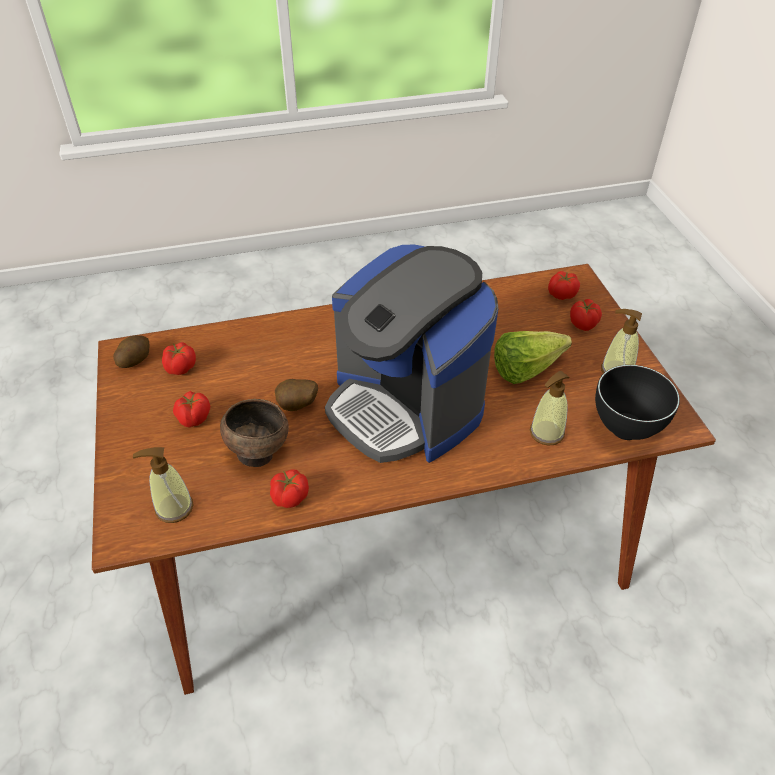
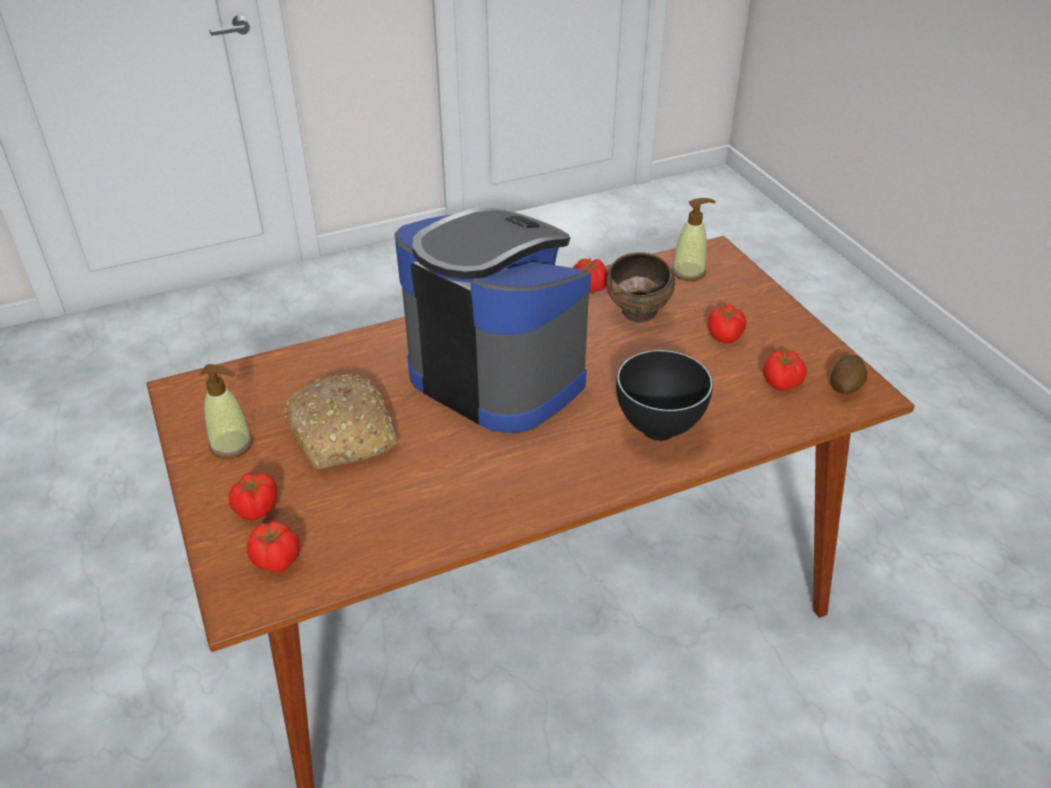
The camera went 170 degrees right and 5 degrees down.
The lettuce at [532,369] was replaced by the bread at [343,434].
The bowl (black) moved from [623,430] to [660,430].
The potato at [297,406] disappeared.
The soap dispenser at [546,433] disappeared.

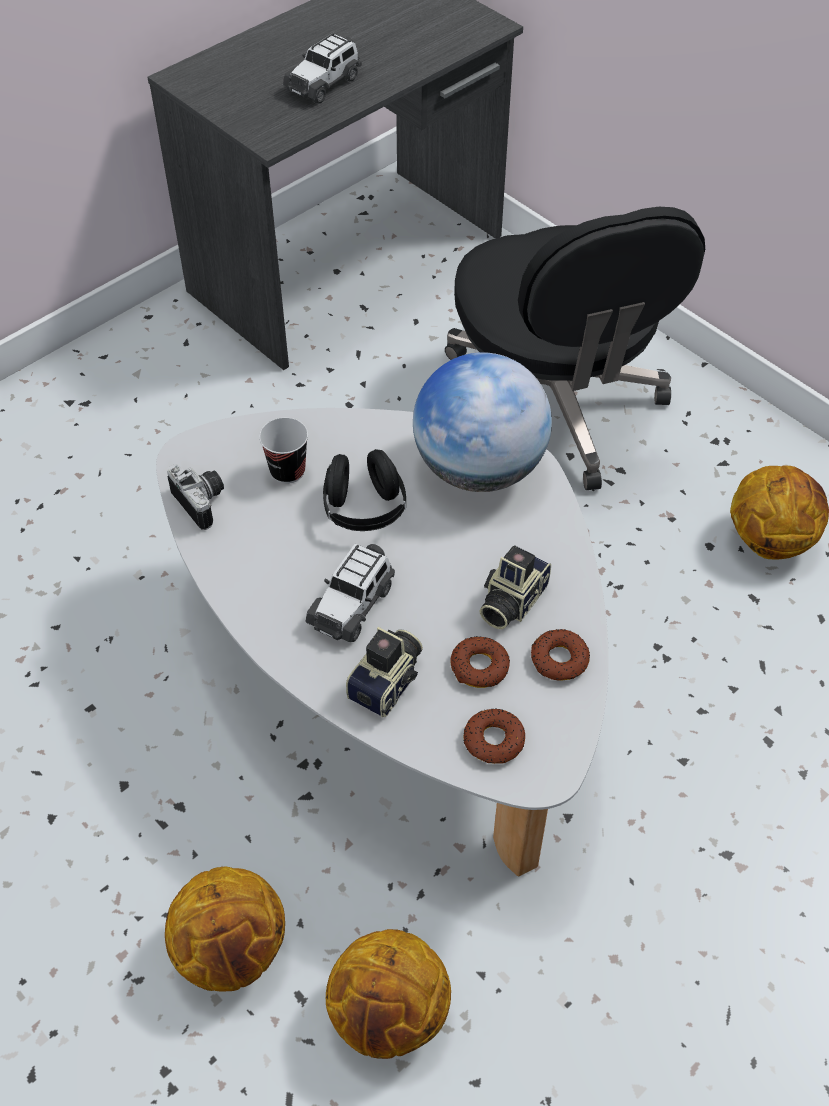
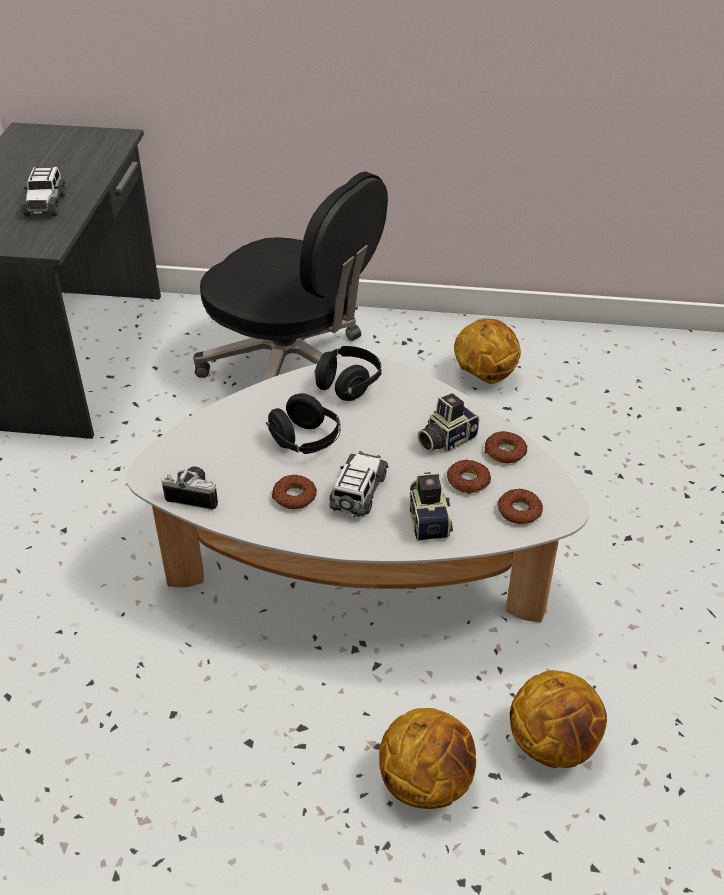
The camera went 40 degrees left and 10 degrees down.
The donut at [294,497] appeared.
The globe at [479,468] was replaced by the headphones (black) at [348,385].
The toy car at [352,604] turned 150 degrees counterclockwise.
The photo camera at [510,601] turned 60 degrees clockwise.
The cup at [287,471] disappeared.

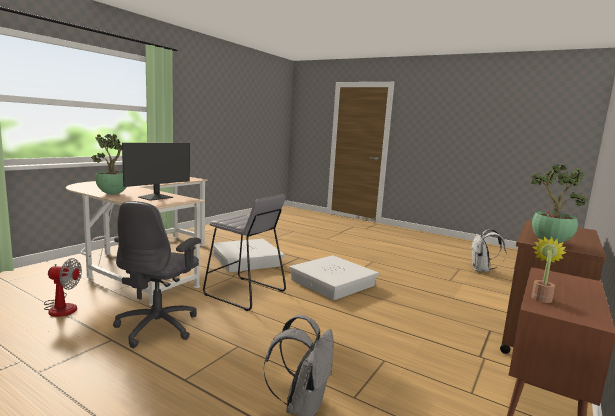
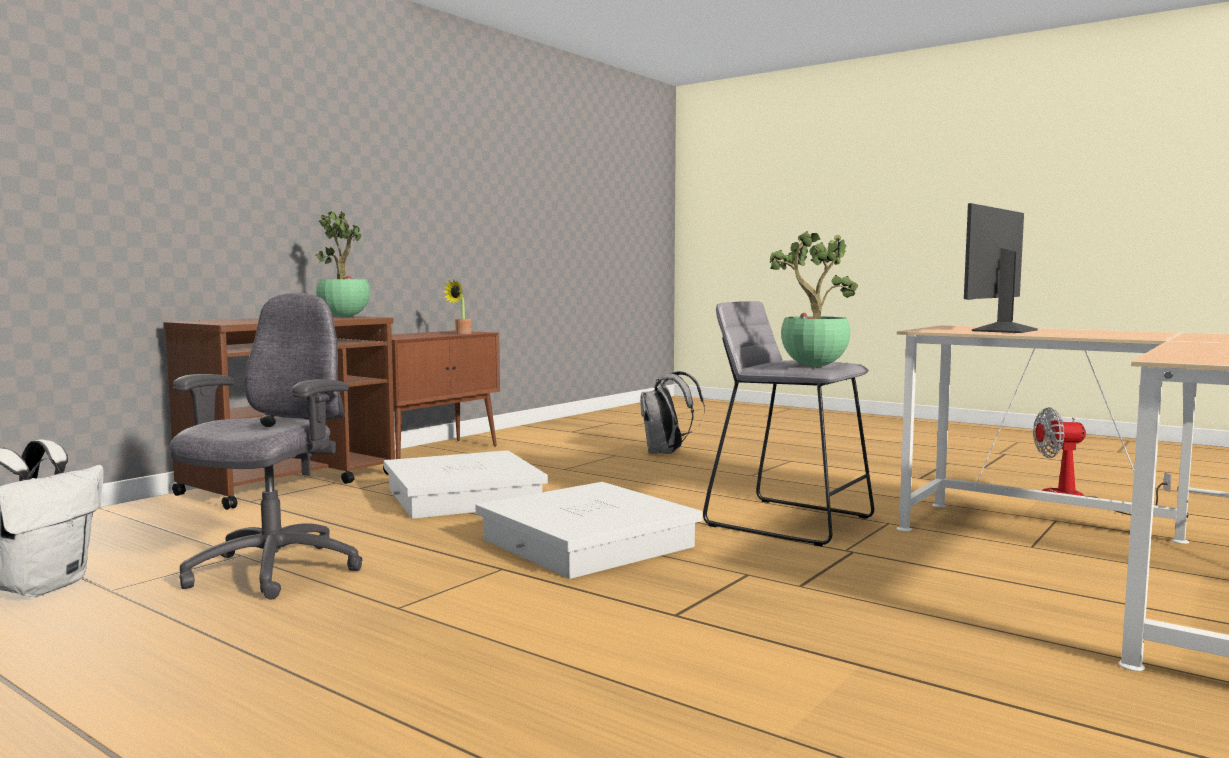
The camera went 175 degrees left and 5 degrees down.
The office chair (grey) moved from [158,326] to [271,571].
The storage box (white) moved from [246,260] to [462,496].
The potted plant moved from [114,194] to [812,366].

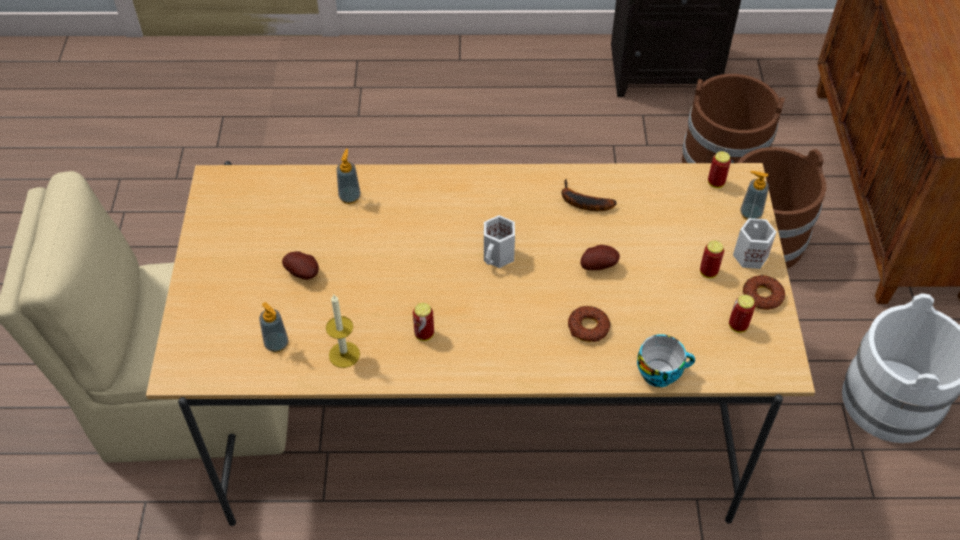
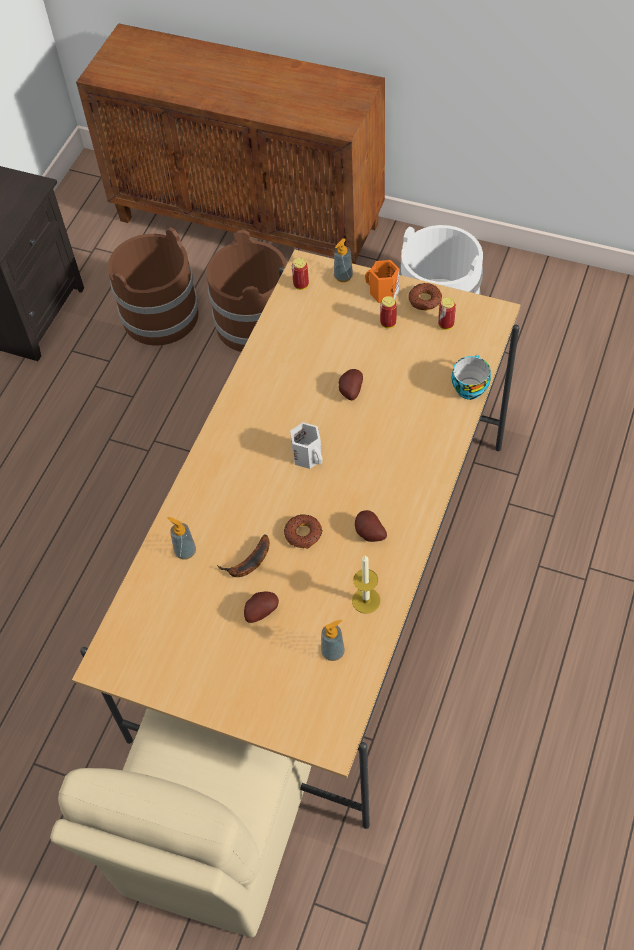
The camera went 65 degrees left and 5 degrees up.
The banana moved from [582,202] to [248,563].
The donut moved from [588,327] to [303,534].
The can at [424,334] was replaced by the potato at [369,534].
The mug (white) at [749,255] became the mug (orange) at [382,293].

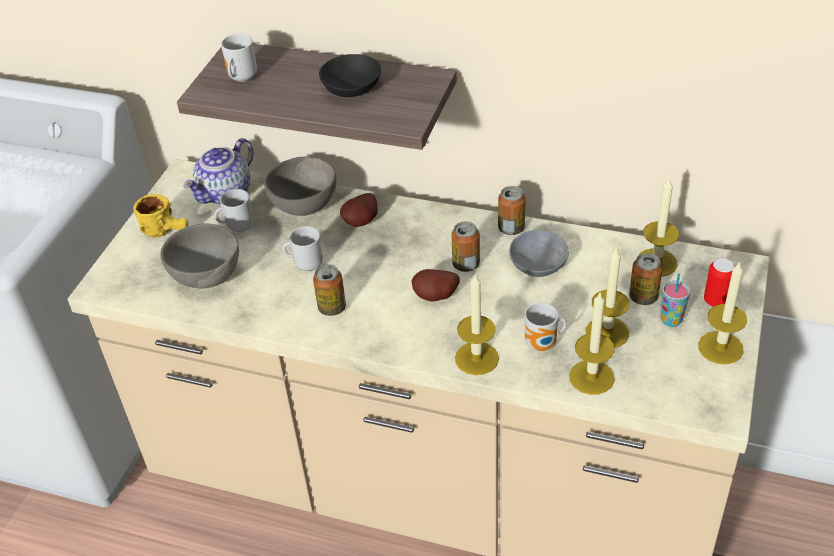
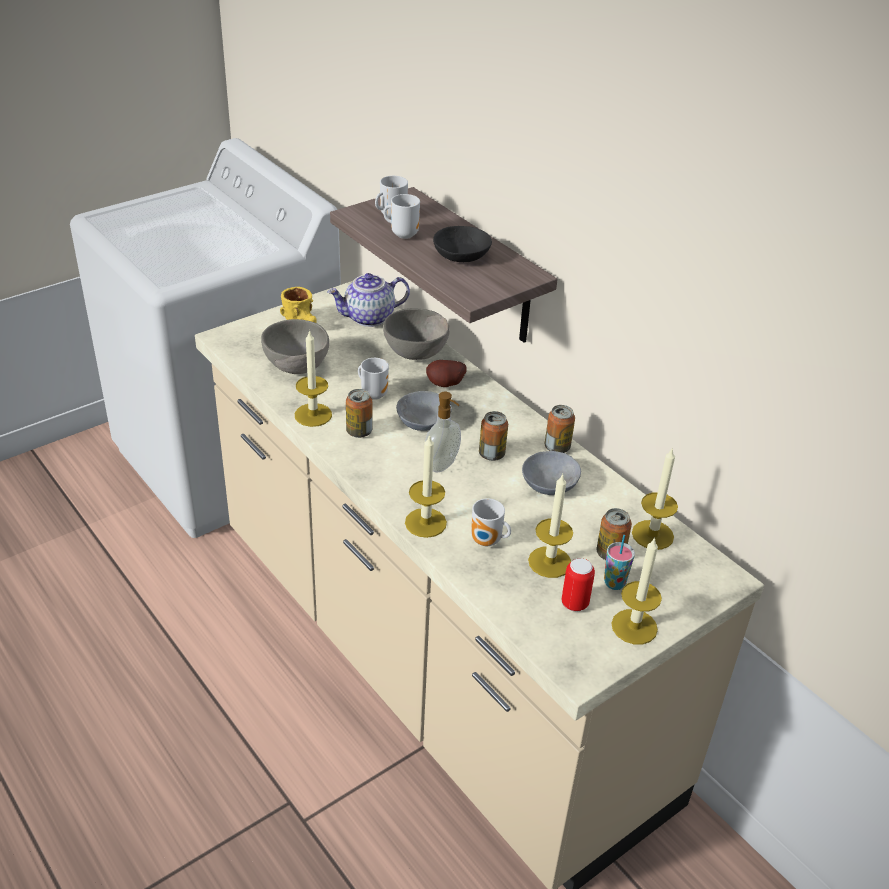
The camera went 30 degrees right and 5 degrees down.
The candle moved from [591,377] to [313,415].
The mug moved from [238,227] to [403,234].
The bowl (grey) at [424,422] appeared.
The potato at [436,297] was replaced by the soap dispenser at [442,465].
The can moved from [716,301] to [574,603].

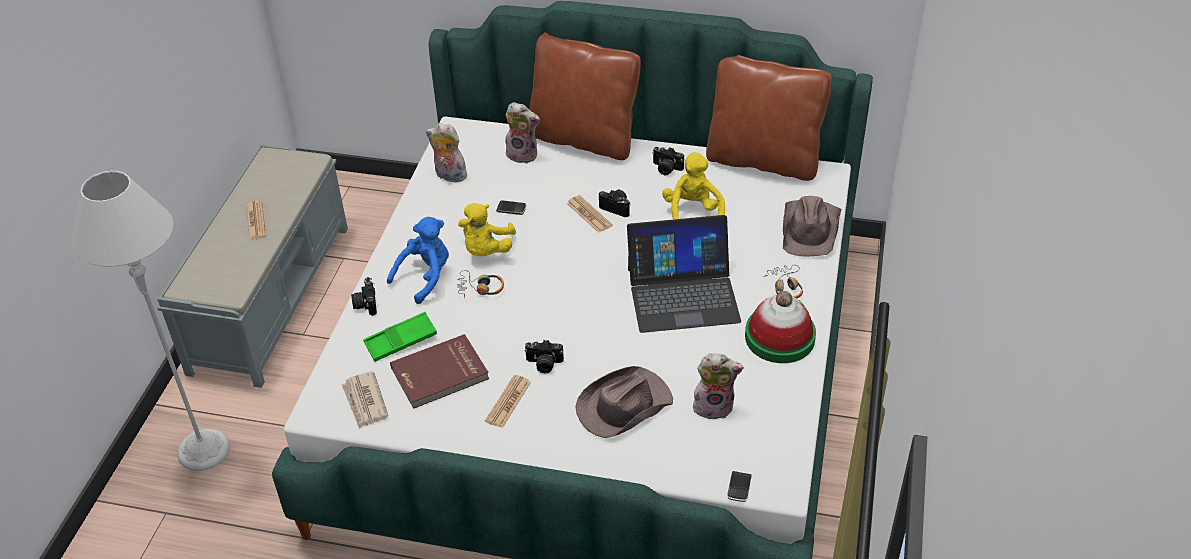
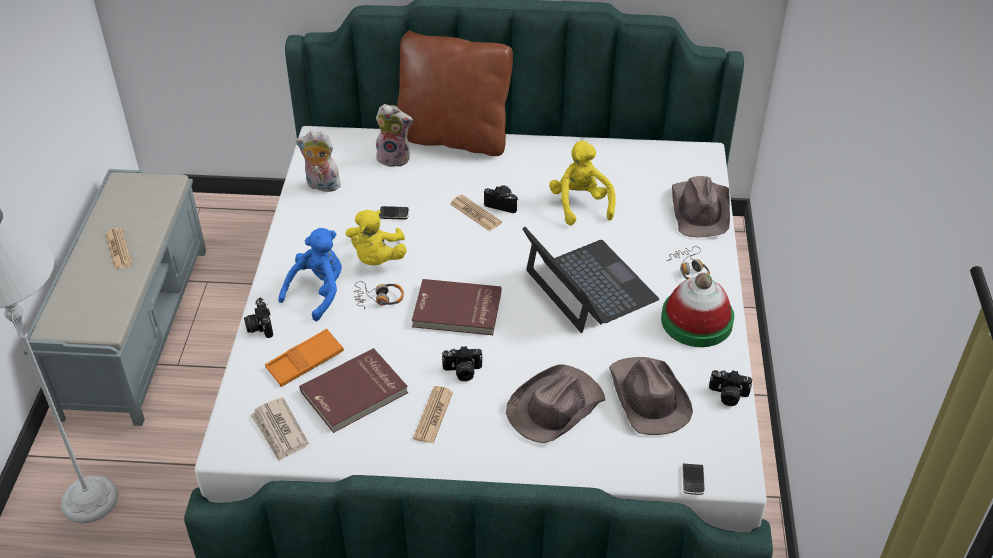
The camera went 10 degrees left and 0 degrees up.
The tray (green) at [401,341] became the tray (orange) at [305,362].
The book (red) at [457,311] appeared.
The laptop at [683,294] turned 105 degrees counterclockwise.
The plush toy at [714,406] was replaced by the hat (brown) at [647,398].
The photo camera moved from [666,169] to [727,396].
The pillow (brown) at [763,160] disappeared.

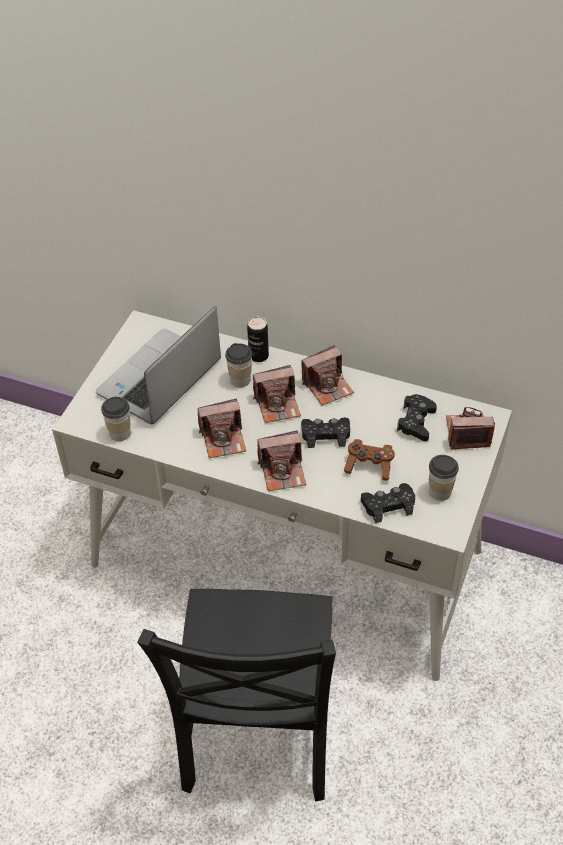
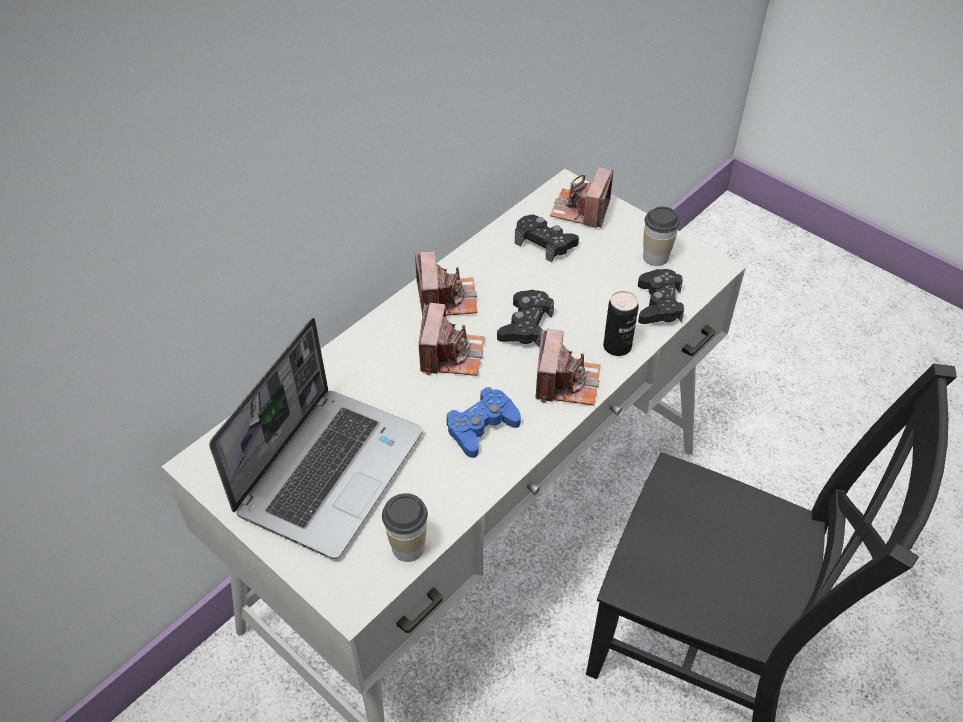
The camera went 70 degrees left and 0 degrees up.
The laptop at [160,380] turned 120 degrees counterclockwise.
The photo camera at [223,439] was replaced by the game controller (blue) at [481,427].
The can moved from [258,356] to [617,346].
The cup at [240,380] disappeared.
The game controller (brown) at [369,466] disappeared.

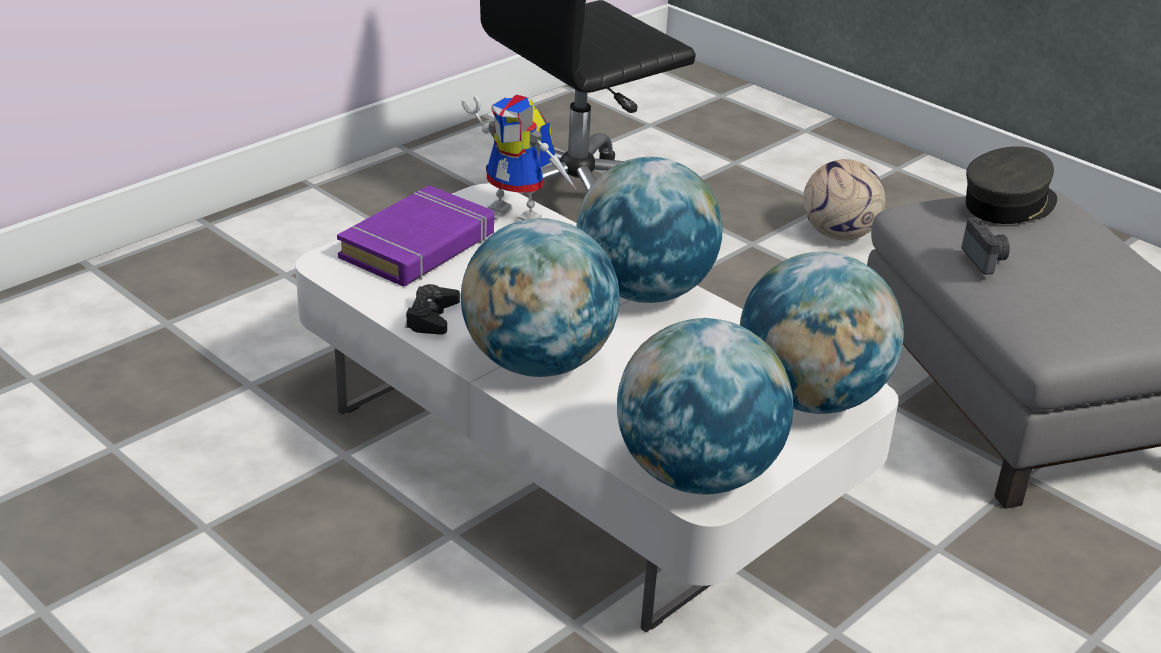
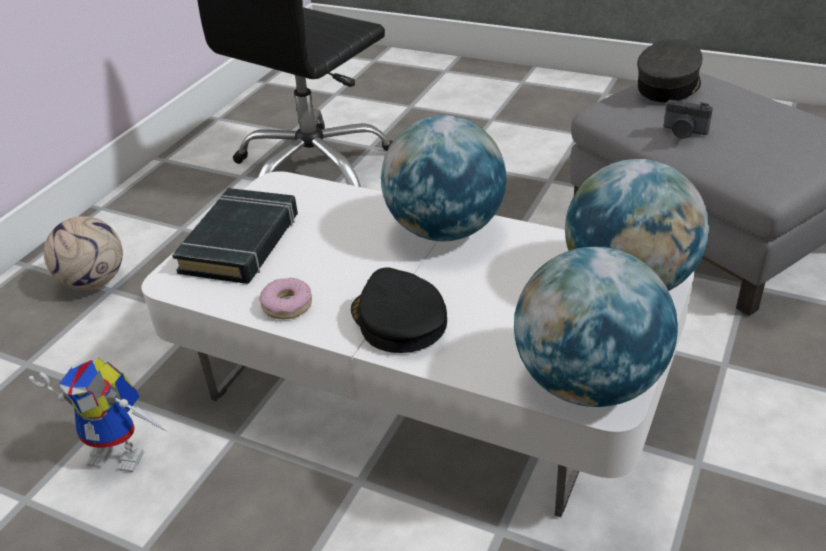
The camera went 15 degrees left and 5 degrees up.
The toy robot moved from [521,216] to [124,452].
The football moved from [838,234] to [94,281].
The book (purple) at [418,246] became the book (black) at [241,243].
The game controller (black) at [432,317] was replaced by the donut at [287,305].
The globe at [537,363] was replaced by the cap (black) at [398,320].
The photo camera at [985,260] turned 150 degrees clockwise.

